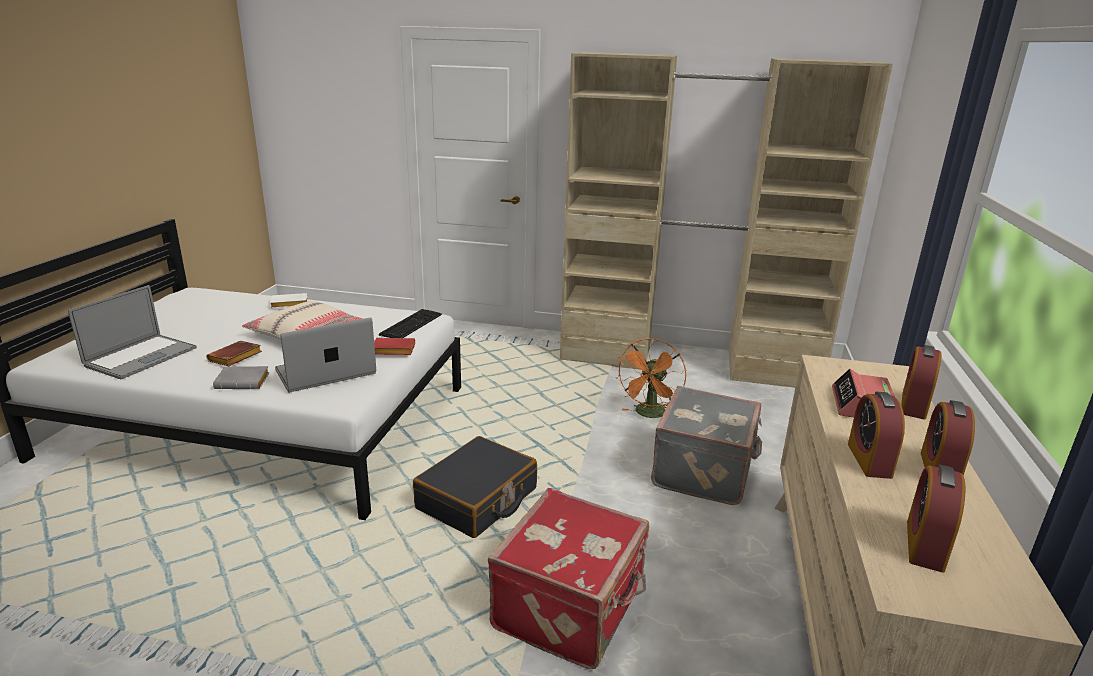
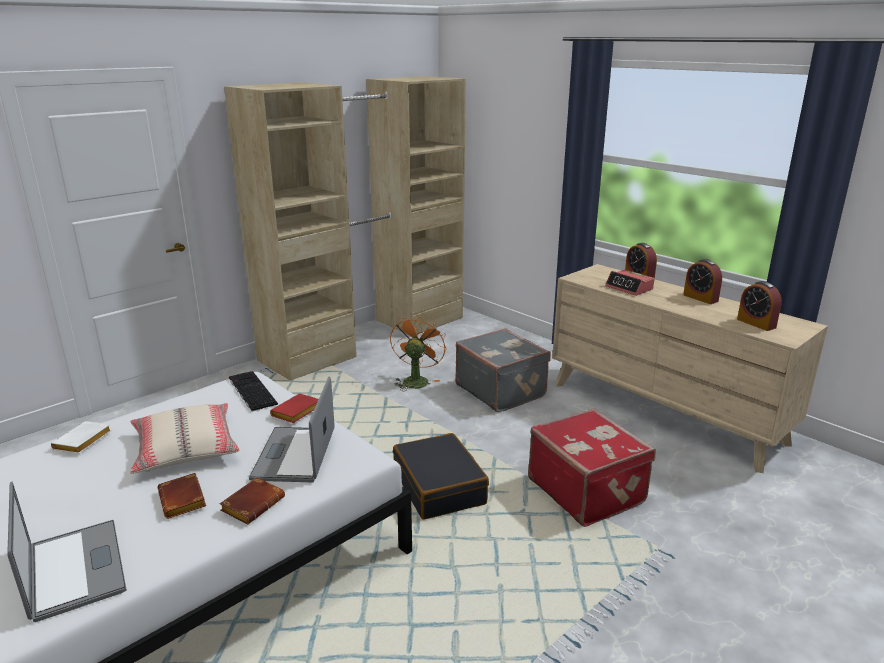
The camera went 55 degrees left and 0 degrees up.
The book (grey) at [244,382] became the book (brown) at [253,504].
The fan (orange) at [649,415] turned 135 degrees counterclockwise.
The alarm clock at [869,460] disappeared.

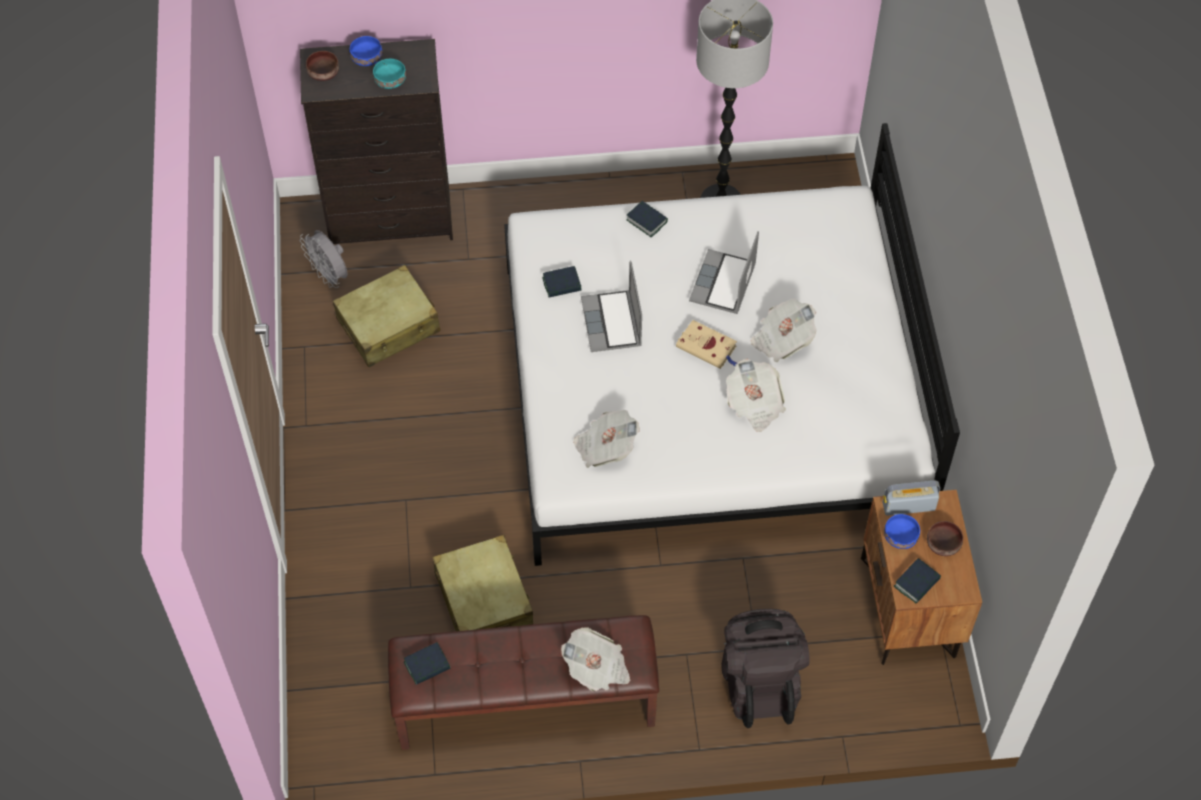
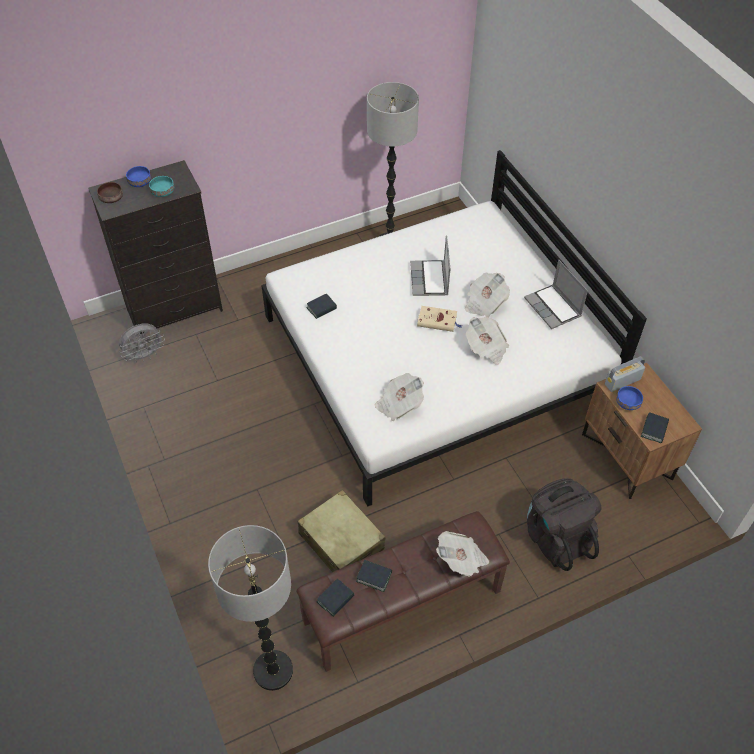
The camera went 20 degrees left and 5 degrees down.
The fan (grey) at [330,276] turned 60 degrees counterclockwise.
The floor lamp at [273,670] appeared.
The book moved from [646,221] to [374,577].
The laptop moved from [612,323] to [553,308].
The suitcase (beige) at [389,326] disappeared.
The bowl (brown) at [944,544] disappeared.

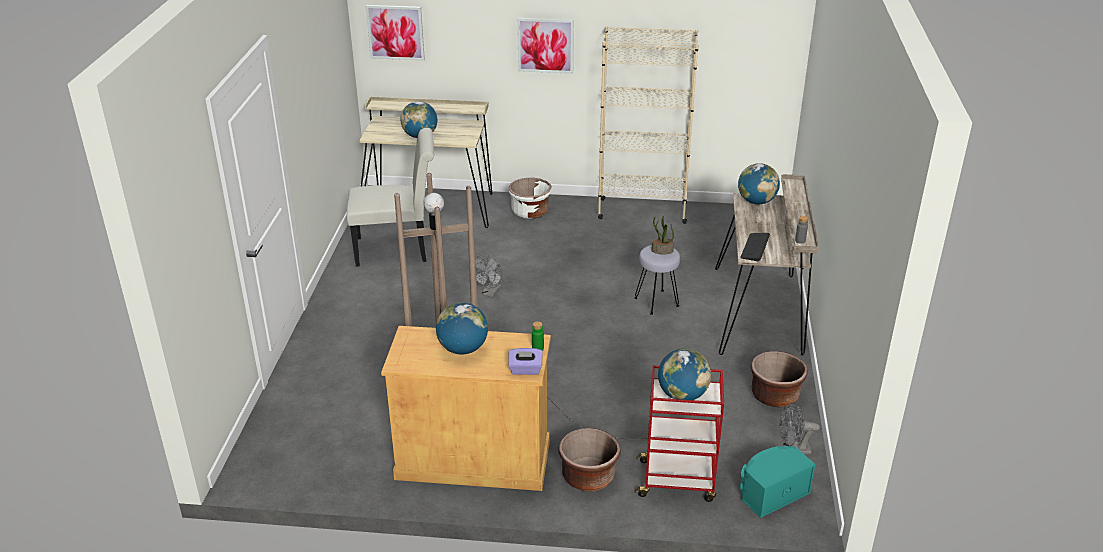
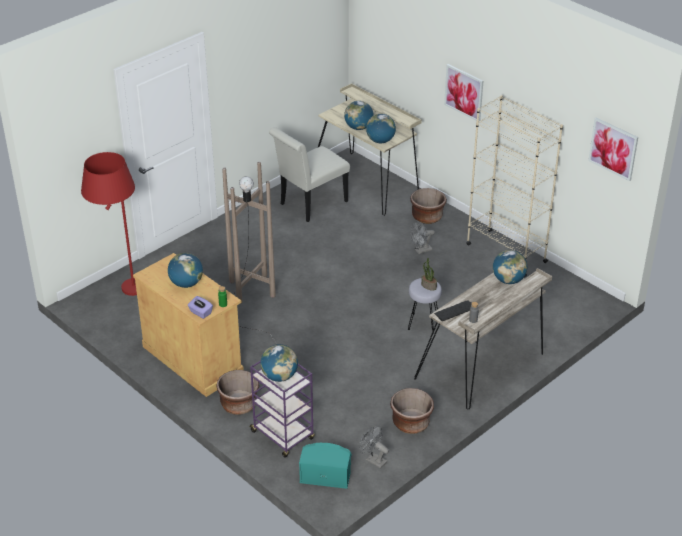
The camera went 40 degrees right and 5 degrees up.
The floor lamp (red) at [122,294] appeared.
The cart (red) at [677,481] became the cart (purple) at [283,436].
The chair (white) at [397,249] turned 105 degrees clockwise.
The globe at [380,141] appeared.
The planter (white) at [530,212] became the planter (brown) at [427,217].
The fan (grey) moved from [490,293] to [420,251].
The picture moved from [395,32] to [613,148].

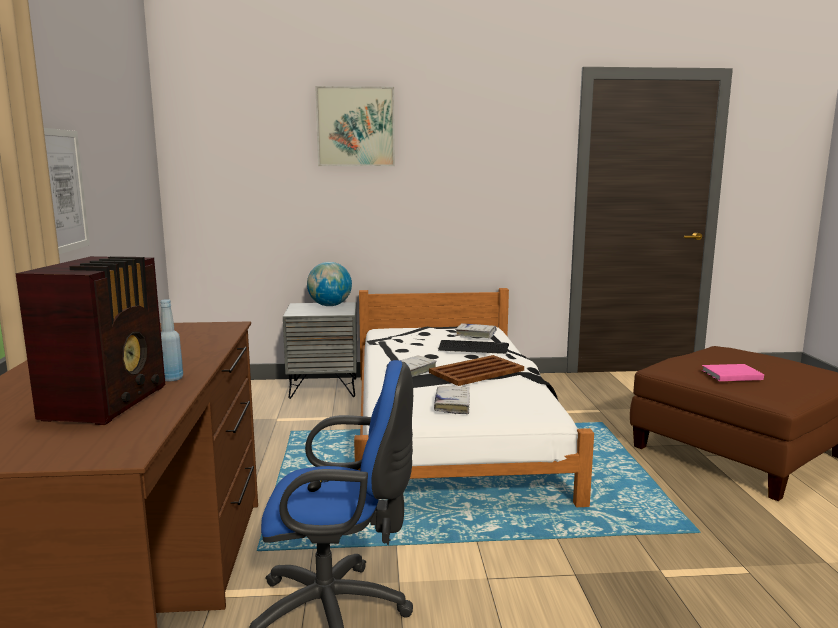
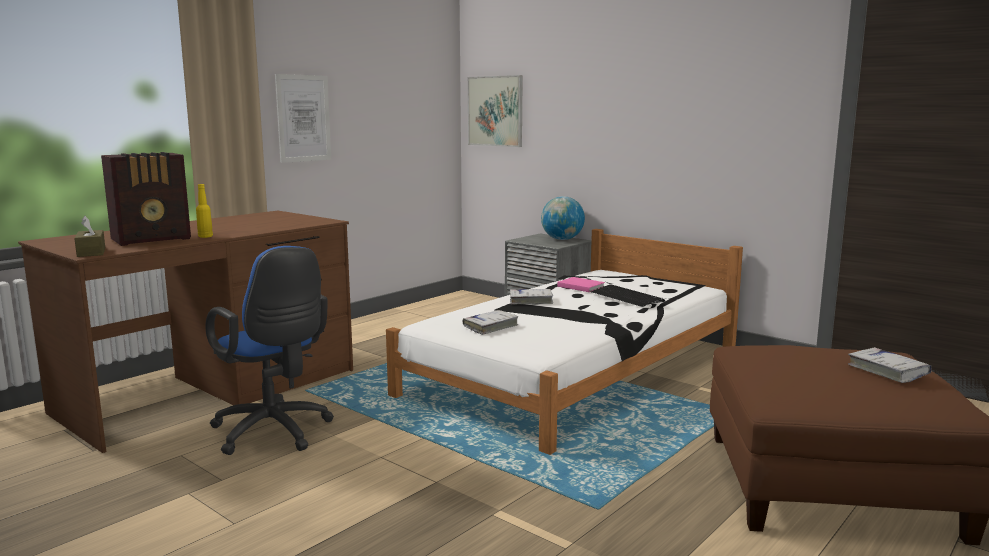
The camera went 45 degrees right and 0 degrees up.
The tissue box (brown) at [91,252] appeared.
The bottle (blue) at [172,379] became the bottle (yellow) at [205,237].
The picture moved from [355,127] to [495,111].
The book (pink) moved from [730,375] to [580,286].
The book (white) moved from [476,334] to [887,371].
The tray (brown) at [475,371] disappeared.

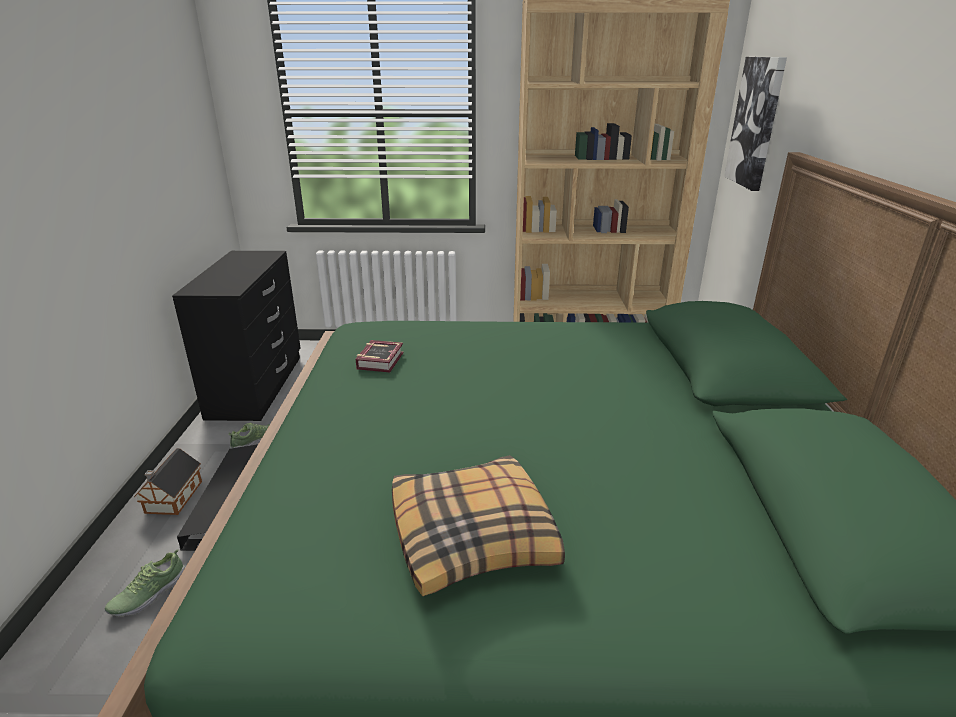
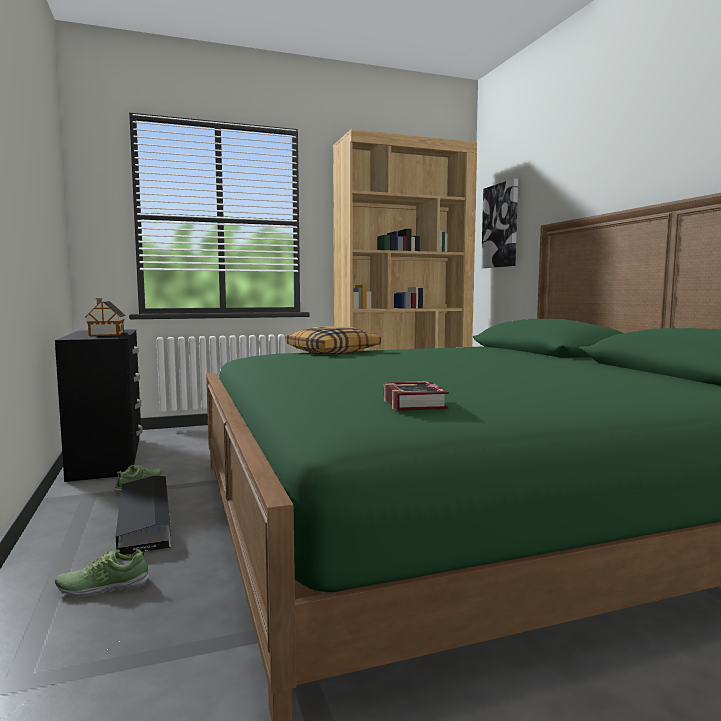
The camera went 20 degrees left and 20 degrees down.
The shoe at [149,594] turned 60 degrees clockwise.
The toy house moved from [172,498] to [106,334].
The pillow moved from [473,535] to [332,352].
The book moved from [382,360] to [415,403].

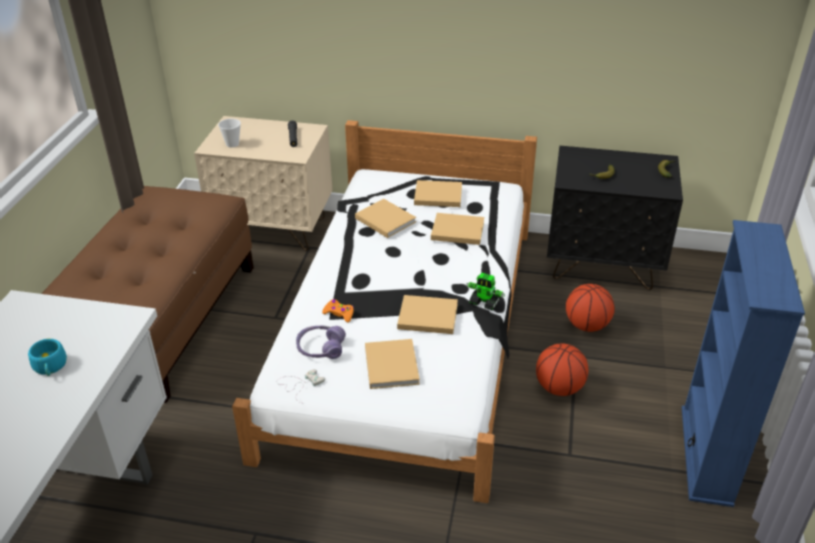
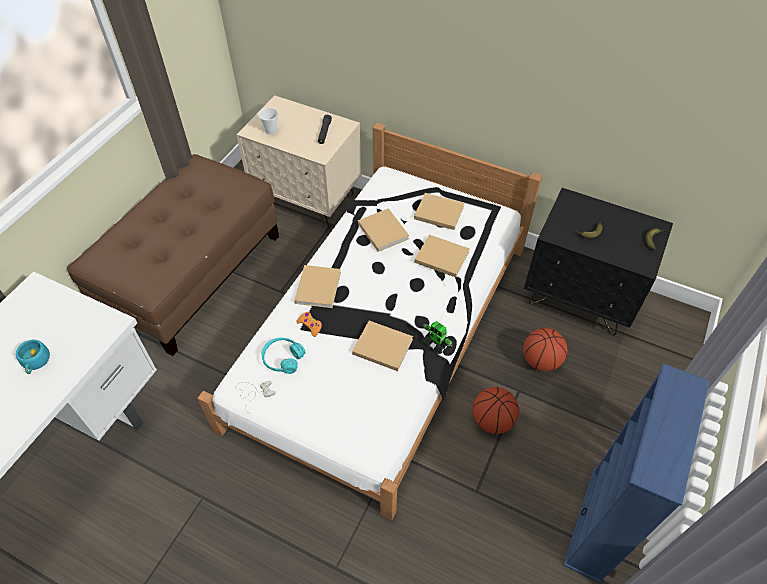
The camera went 15 degrees right and 15 degrees up.
The headphones (purple) at [320,348] became the headphones (turquoise) at [283,359].
The book (beige) moved from [391,364] to [318,286].

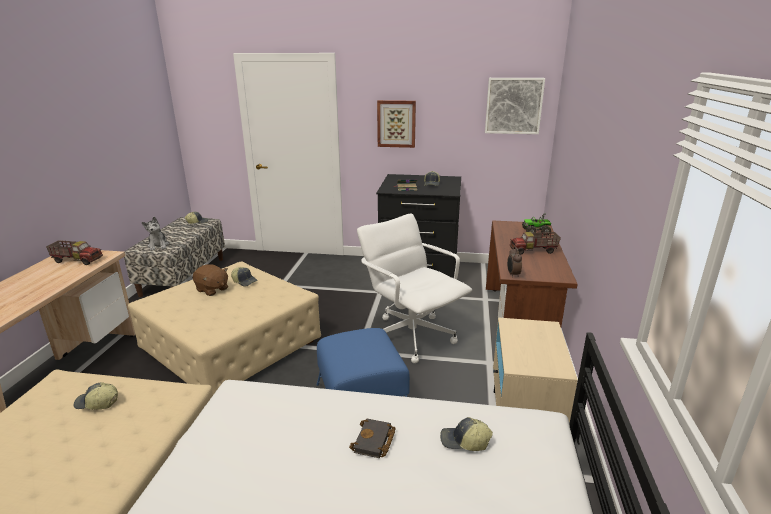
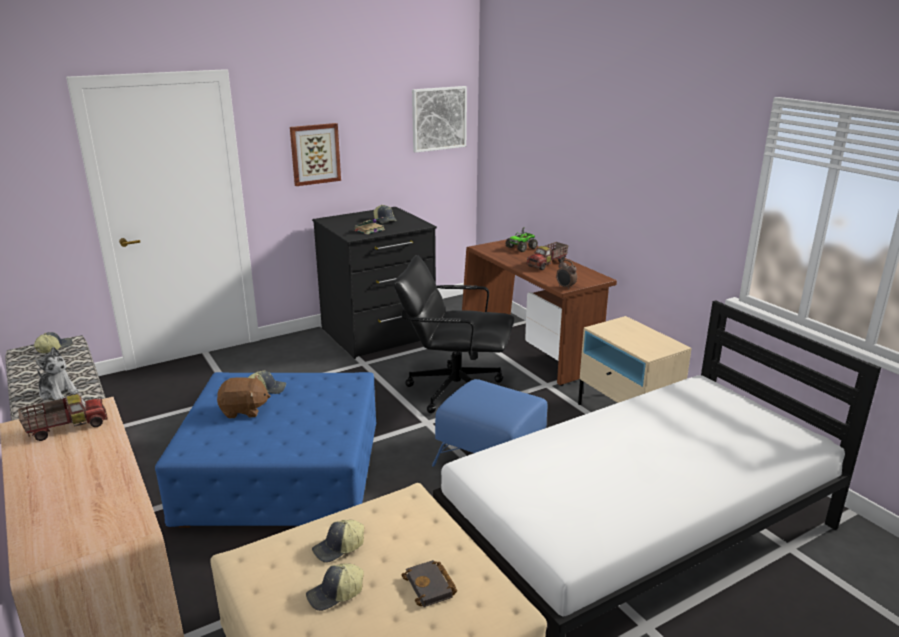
The camera went 40 degrees left and 0 degrees up.
The ottoman (beige) at [231,345] became the ottoman (blue) at [282,475].
The cap moved from [464,442] to [335,595].
The office chair (white) at [411,336] became the office chair (black) at [454,390].
The book (black) moved from [374,442] to [431,587].

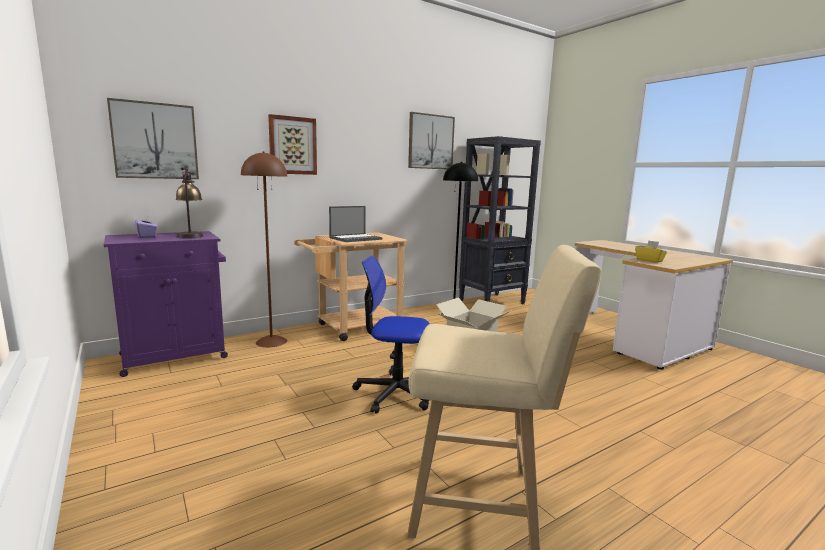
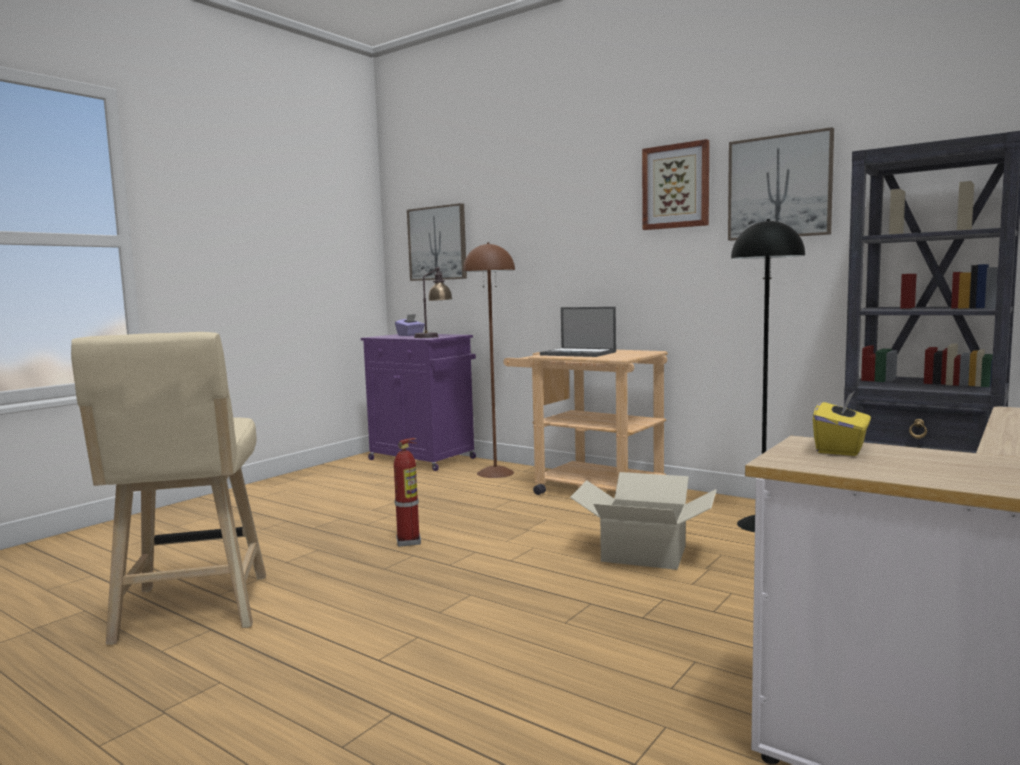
The camera went 70 degrees right and 5 degrees down.
The office chair at [395,393] was replaced by the fire extinguisher at [409,541].
The picture moved from [292,145] to [676,186].

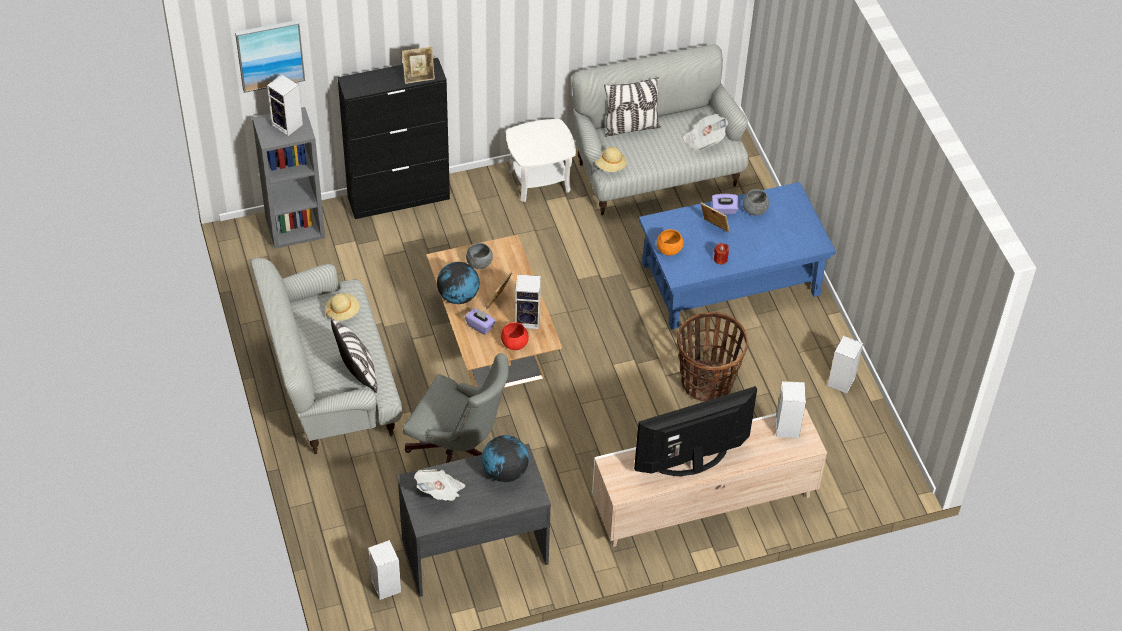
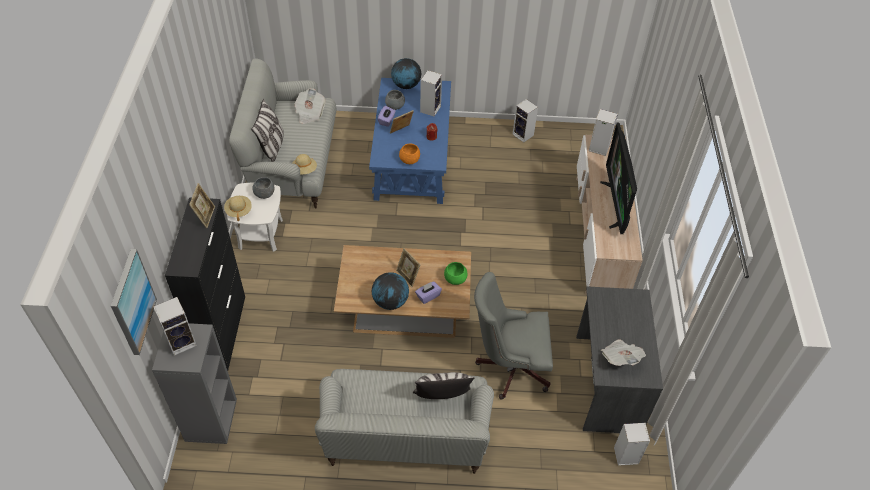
The camera went 70 degrees left and 0 degrees up.
The hat (beige) moved from [342,312] to [238,211].
The bowl (grey) moved from [479,263] to [264,194].
The globe moved from [505,472] to [406,85].
The speaker moved from [528,319] to [430,108].
The bowl (red) at [514,343] became the bowl (green) at [455,279].
The office chair (grey) at [458,453] turned 135 degrees counterclockwise.
The basket at [706,382] disappeared.

